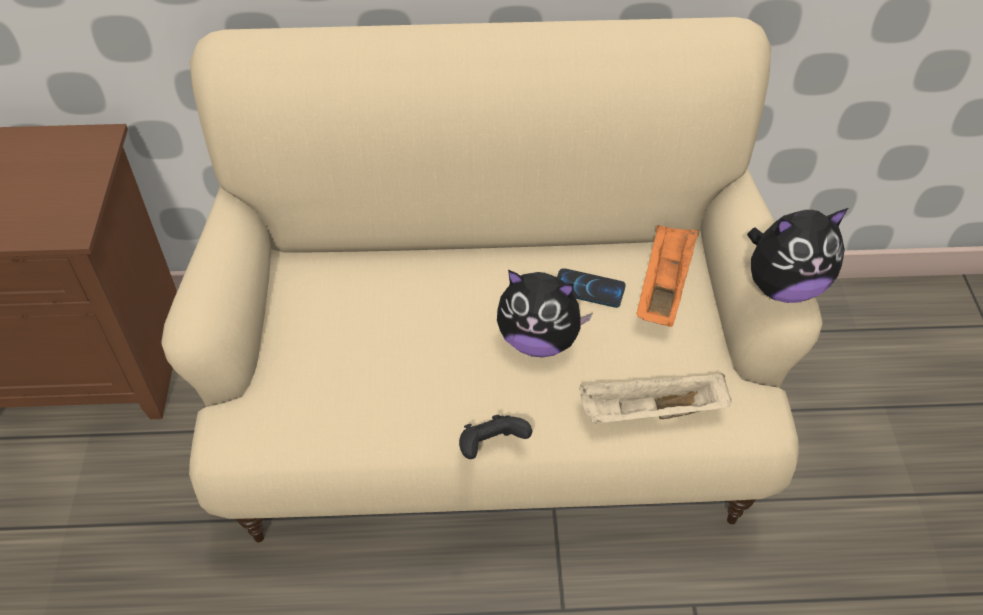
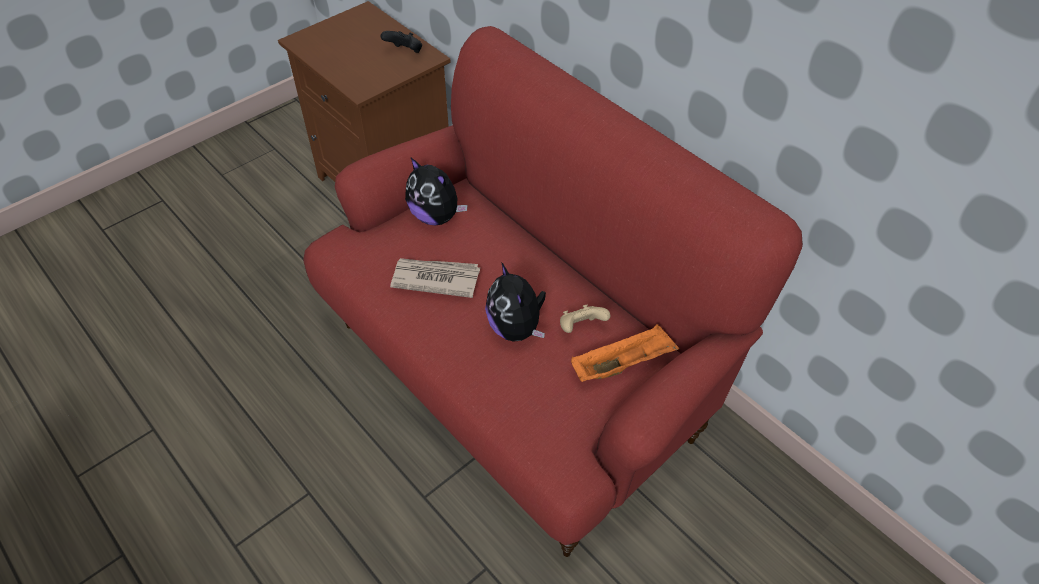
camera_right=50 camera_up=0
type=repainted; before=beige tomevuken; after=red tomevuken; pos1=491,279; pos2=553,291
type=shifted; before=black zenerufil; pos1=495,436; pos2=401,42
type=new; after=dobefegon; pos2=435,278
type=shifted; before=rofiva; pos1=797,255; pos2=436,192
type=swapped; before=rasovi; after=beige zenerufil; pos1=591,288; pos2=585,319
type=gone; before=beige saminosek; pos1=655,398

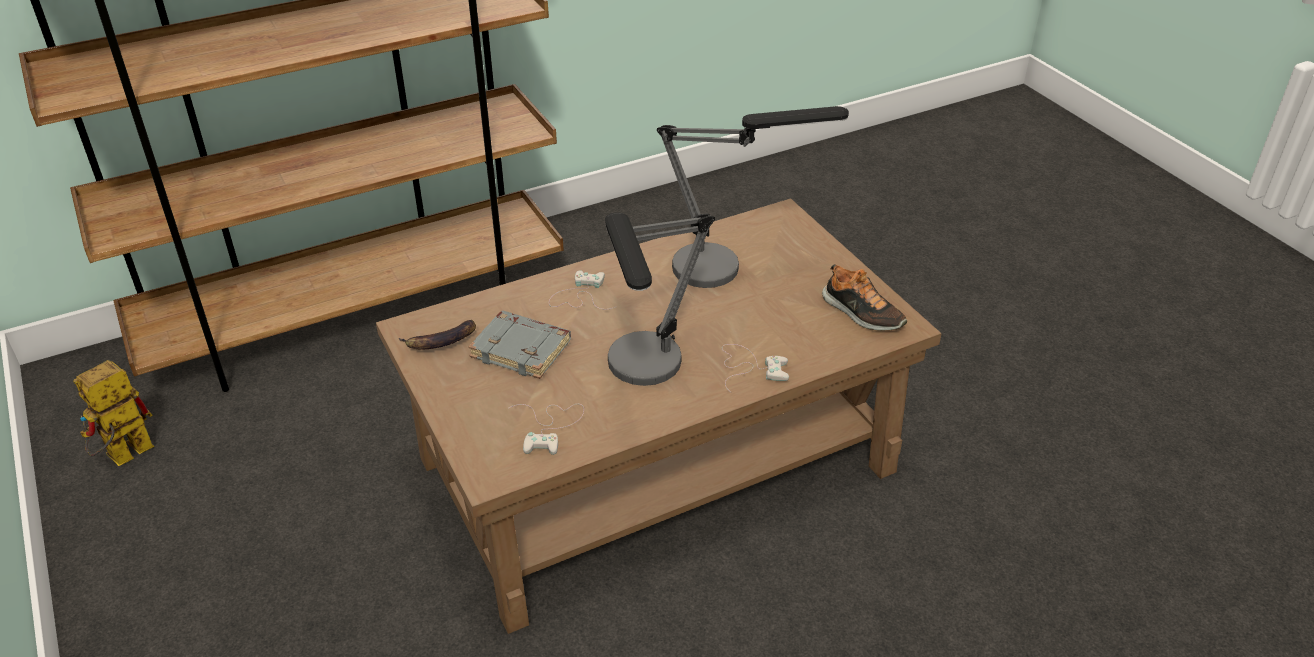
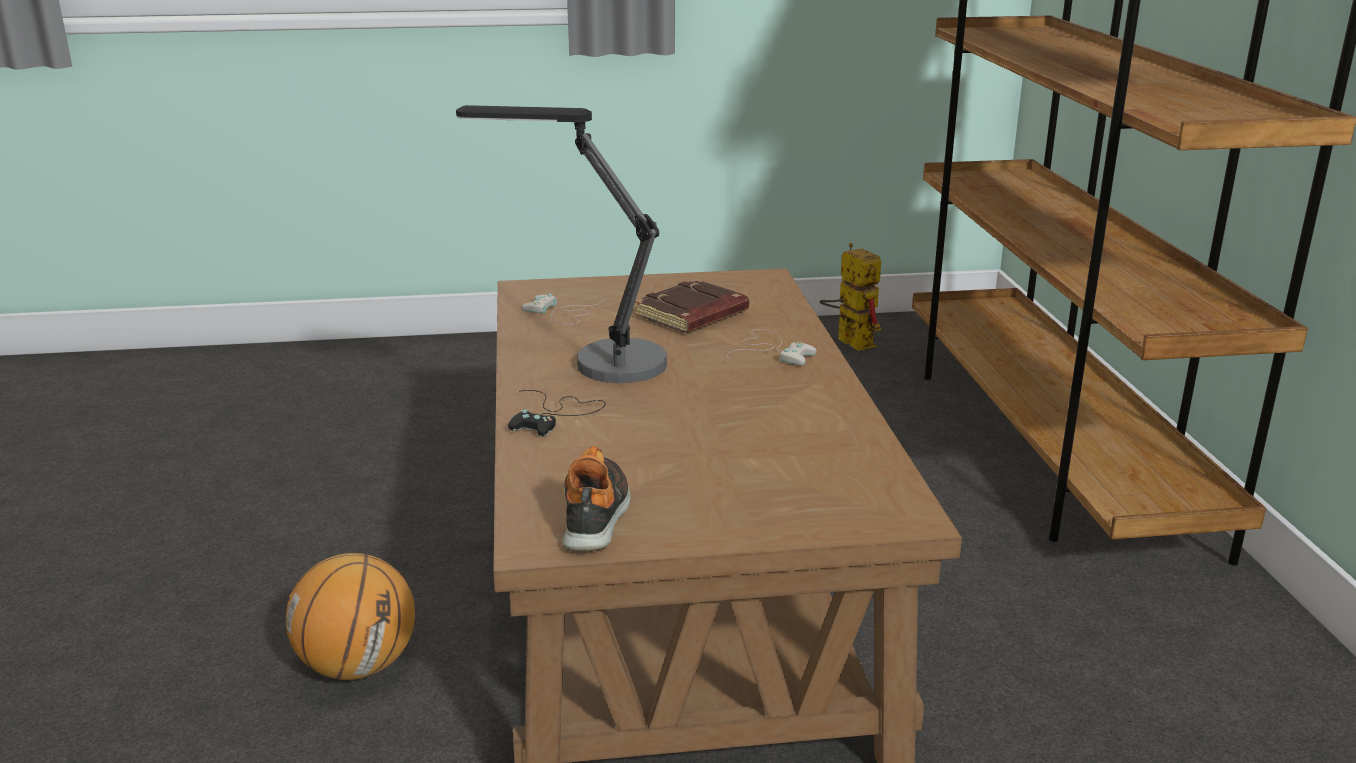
camera_right=110 camera_up=-15
type=new; after=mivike; pos2=350,616
type=repainted; before=white zenerufil; after=black zenerufil; pos1=755,368; pos2=557,413
type=rotated; before=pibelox; pos1=864,297; pos2=596,498; turn=120
type=repainted; before=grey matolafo; after=brown matolafo; pos1=519,345; pos2=692,306
type=gone; before=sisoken; pos1=437,335
type=gone; before=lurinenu; pos1=753,197

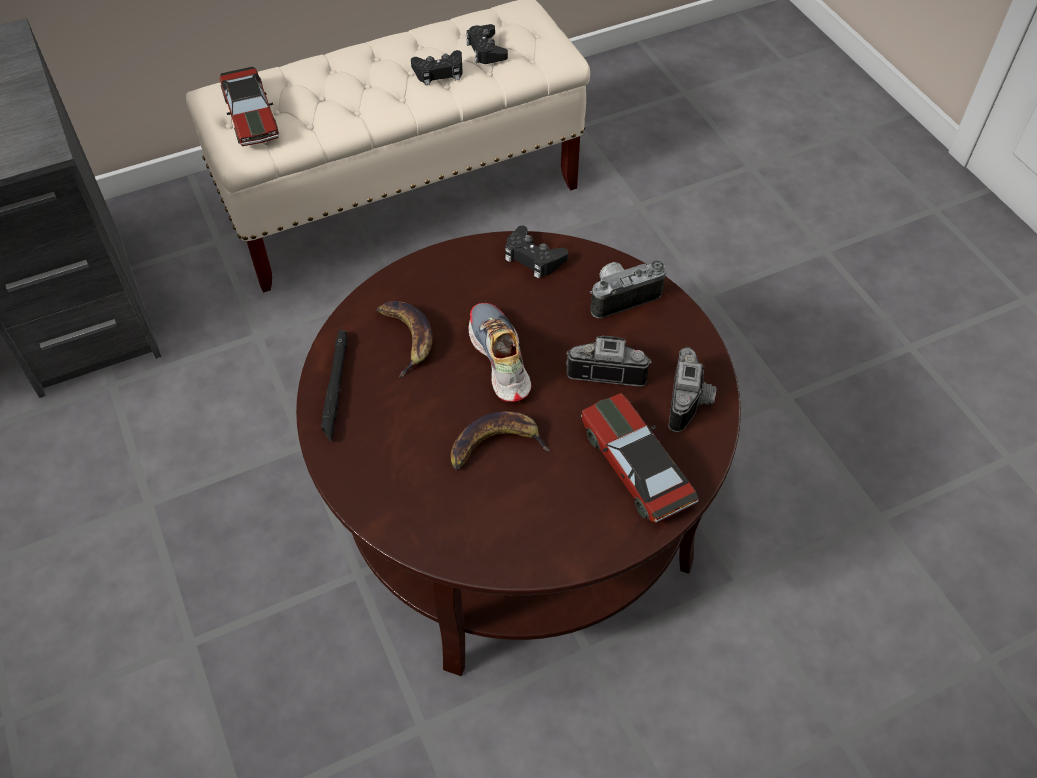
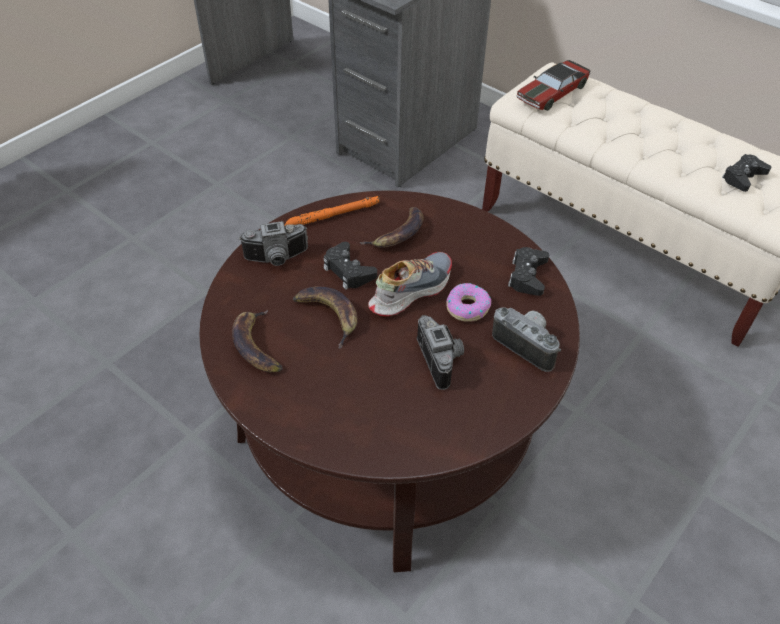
camera_right=65 camera_up=-5
type=new; after=sisoken; pos2=257,341
type=shifted; before=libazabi; pos1=692,389; pos2=273,243
type=repainted; before=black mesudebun; after=orange mesudebun; pos1=334,385; pos2=332,211
type=shifted; before=black zenerufil; pos1=437,67; pos2=350,265
type=new; after=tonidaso; pos2=468,302
type=gone; before=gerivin; pos1=639,458

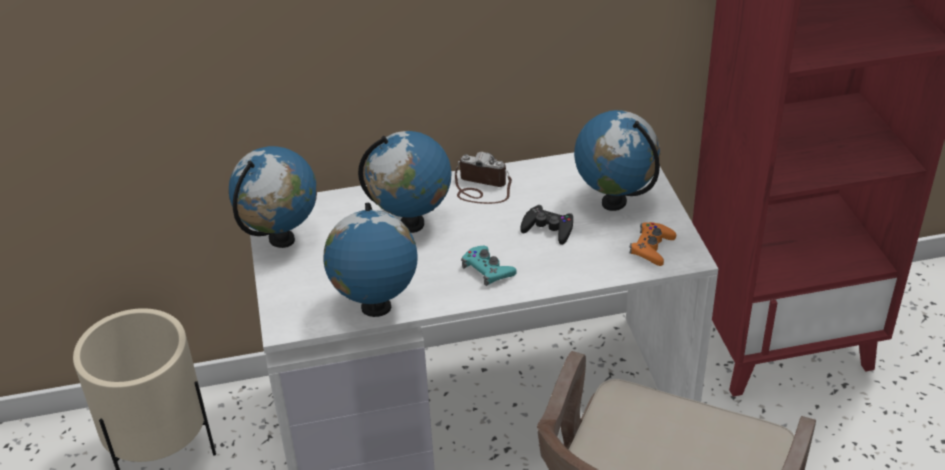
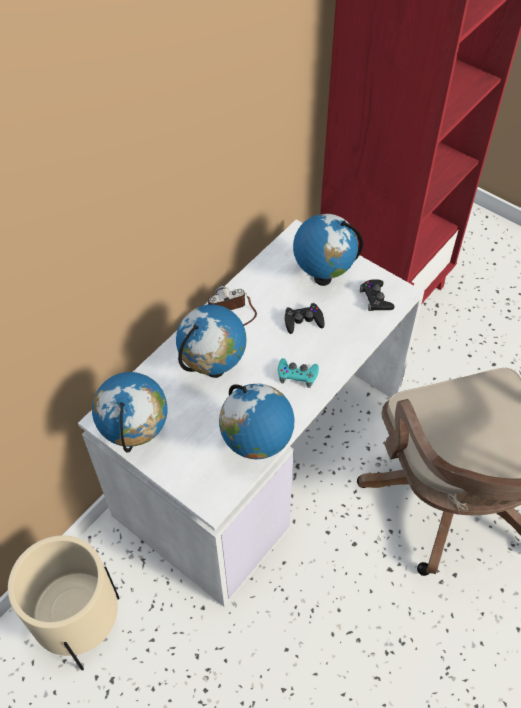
camera_right=-40 camera_up=15
type=repainted; before=orange zenerufil; after=black zenerufil; pos1=653,244; pos2=377,295

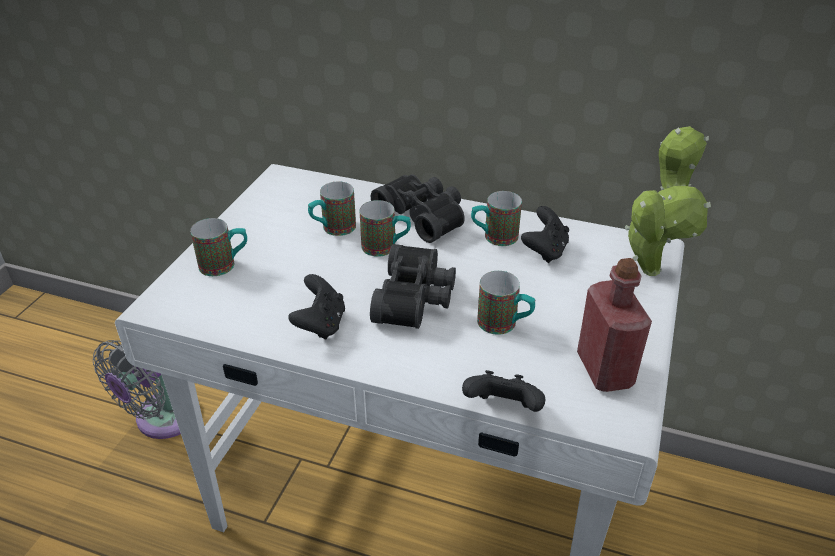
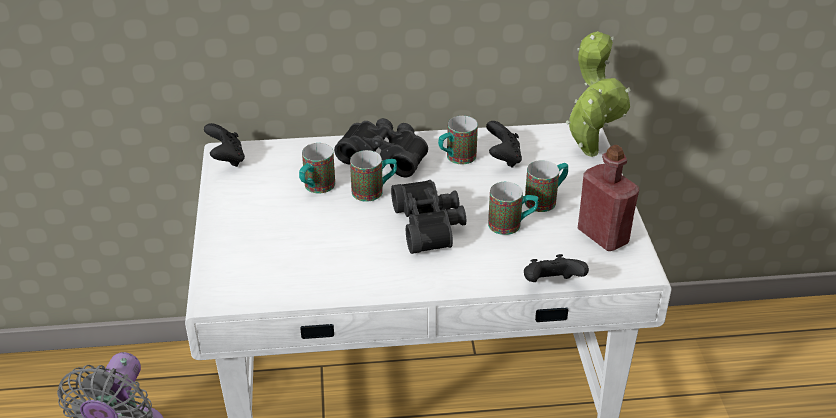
camera_right=-25 camera_up=0
type=shifted; before=black zenerufil; pos1=316,307; pos2=224,145
type=shifted; before=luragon; pos1=218,247; pos2=546,186

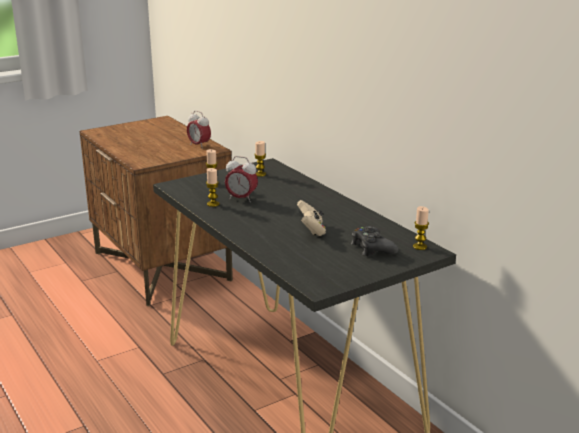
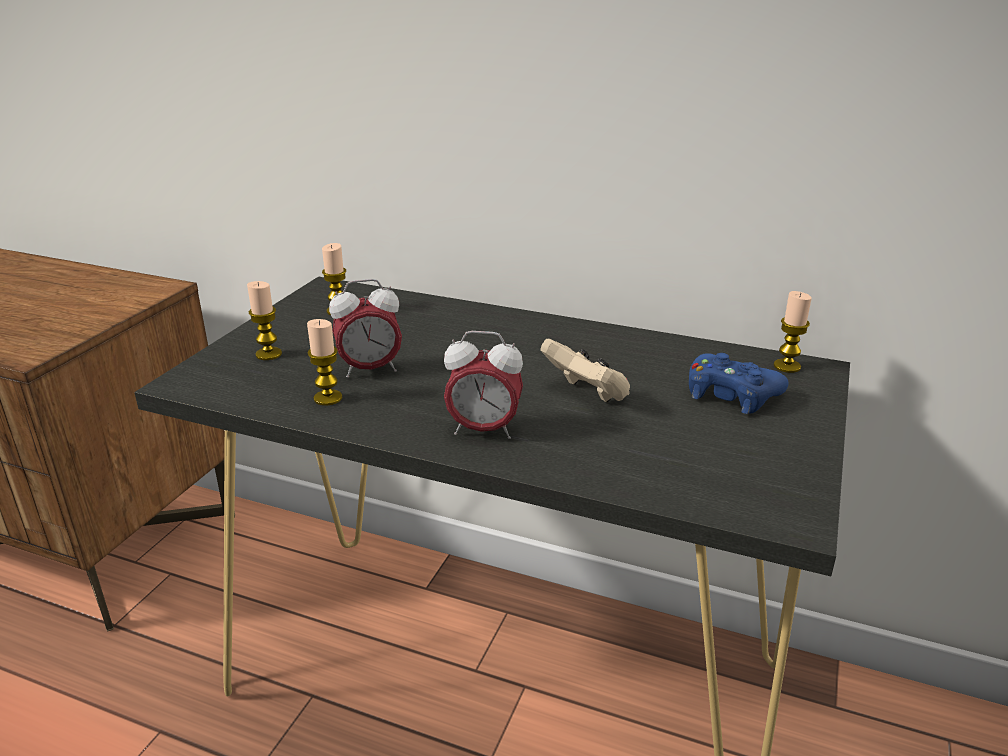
camera_right=-35 camera_up=5
type=shifted; before=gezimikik; pos1=199,130; pos2=483,385
type=repainted; before=black zenerufil; after=blue zenerufil; pos1=374,241; pos2=738,383

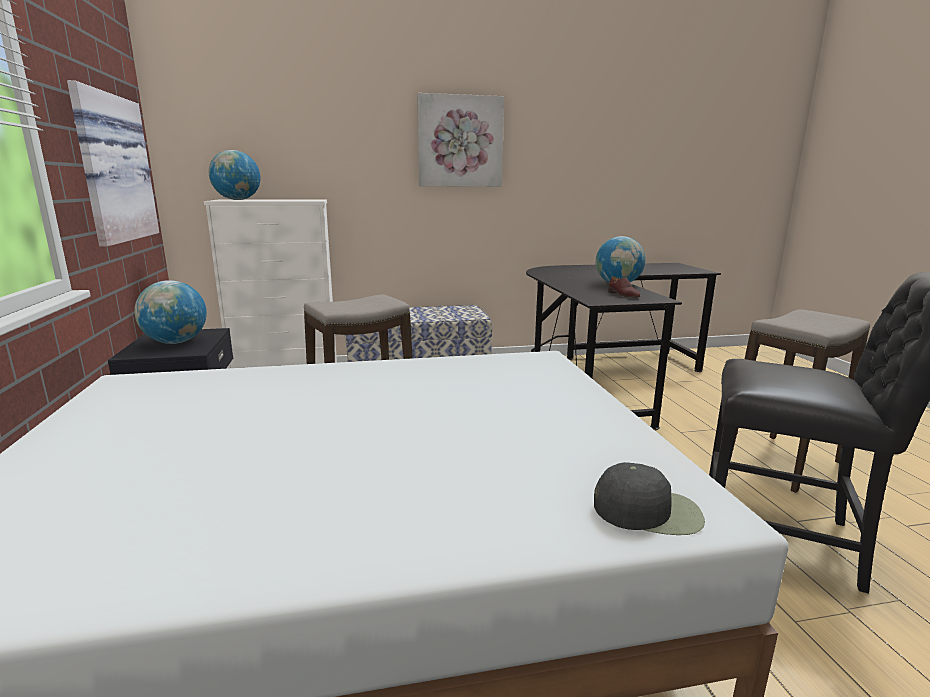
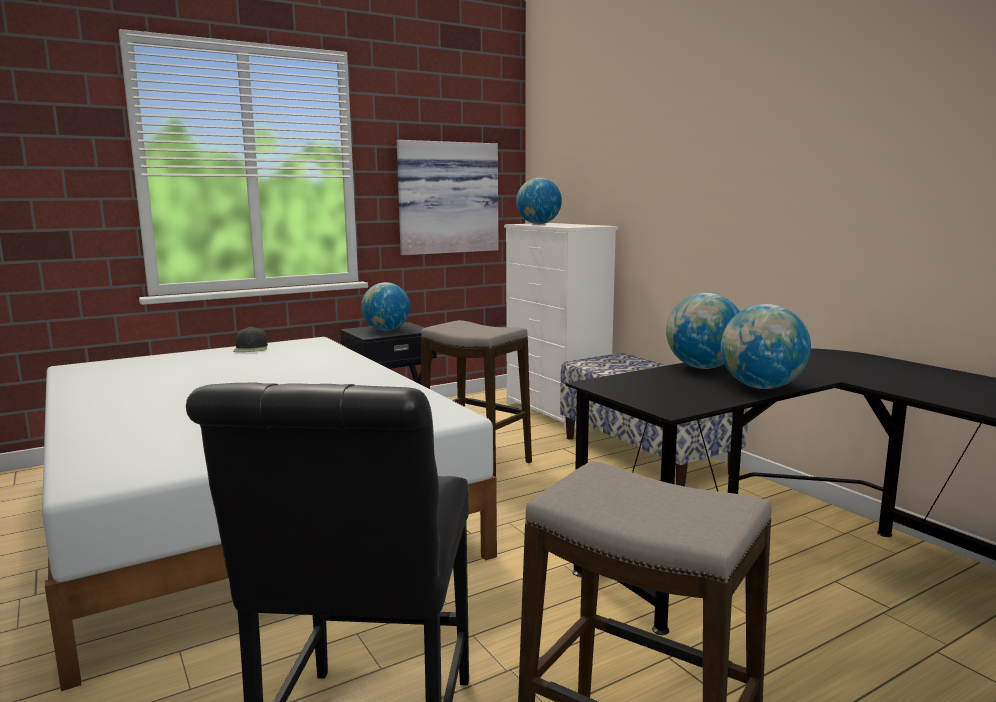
camera_right=70 camera_up=-5
type=shifted; before=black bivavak; pos1=649,498; pos2=250,339
type=new; after=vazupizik; pos2=703,331
type=gone; before=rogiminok; pos1=460,140
type=gone; before=brown pibelox; pos1=624,287

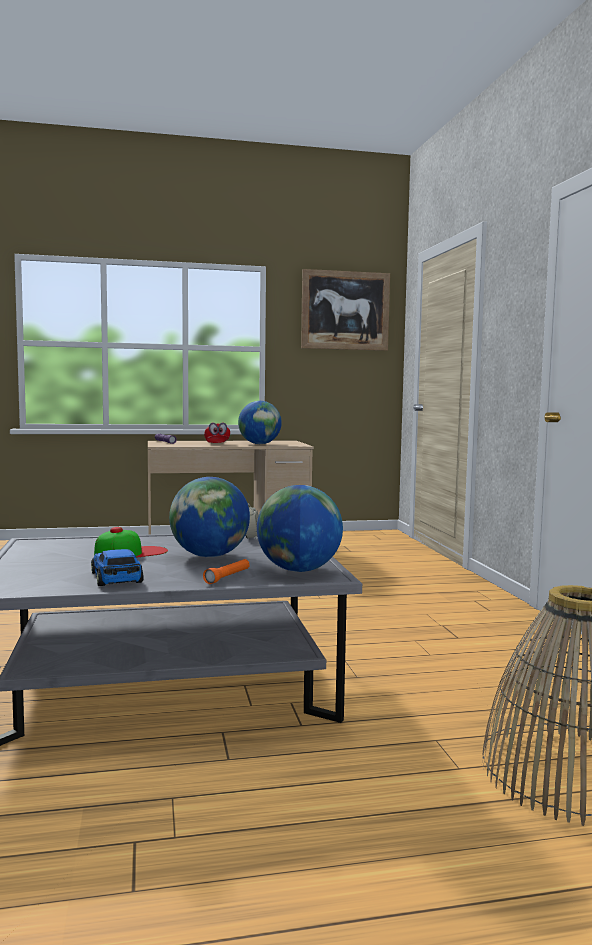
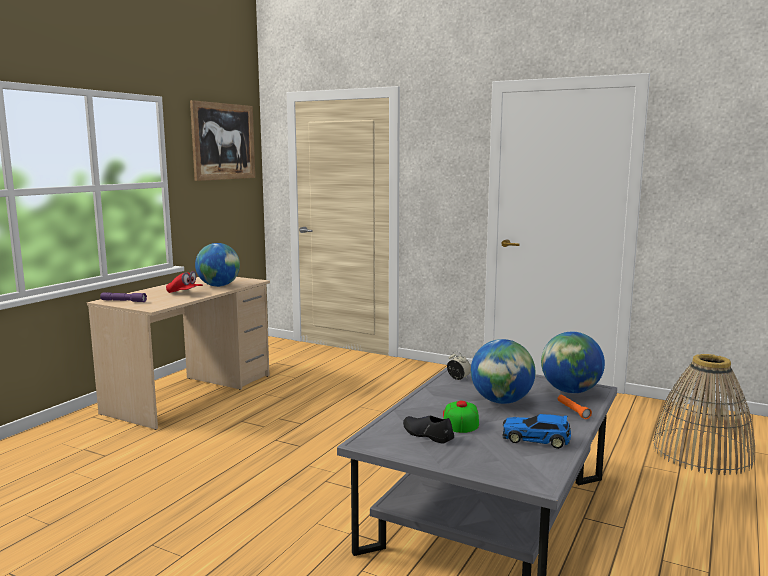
camera_right=-50 camera_up=5
type=new; after=black pibelox; pos2=428,429

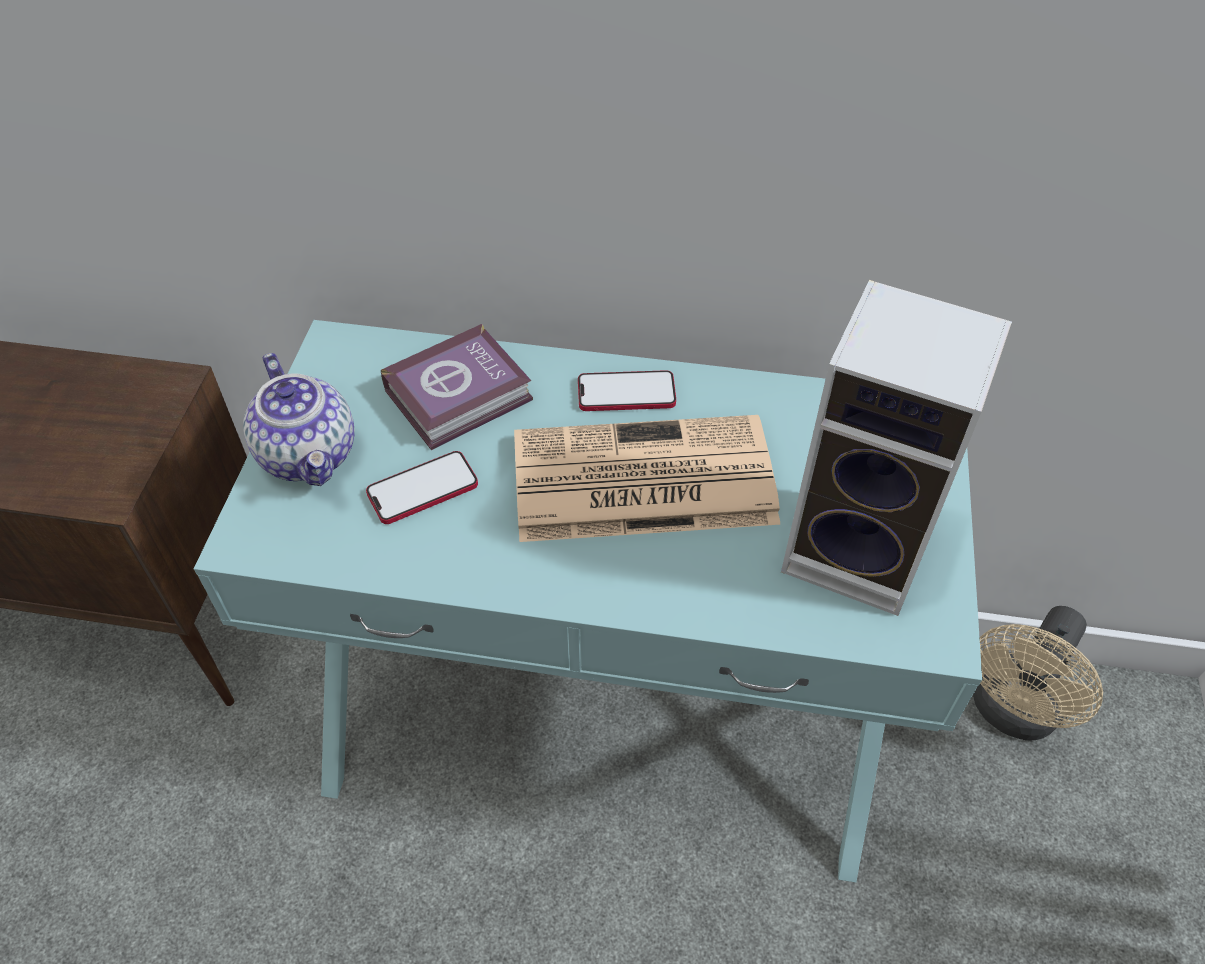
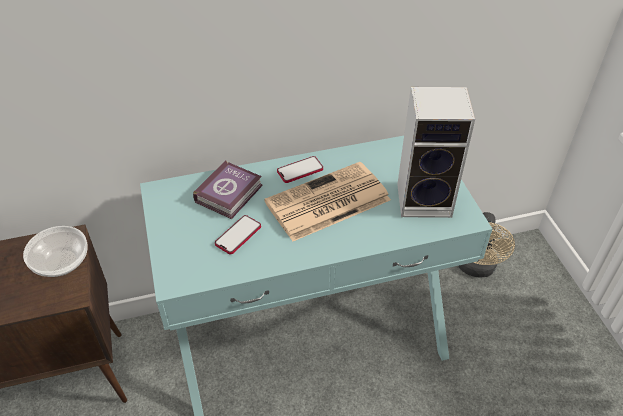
camera_right=-25 camera_up=-5
type=new; after=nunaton; pos2=55,251
type=gone; before=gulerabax; pos1=299,419

